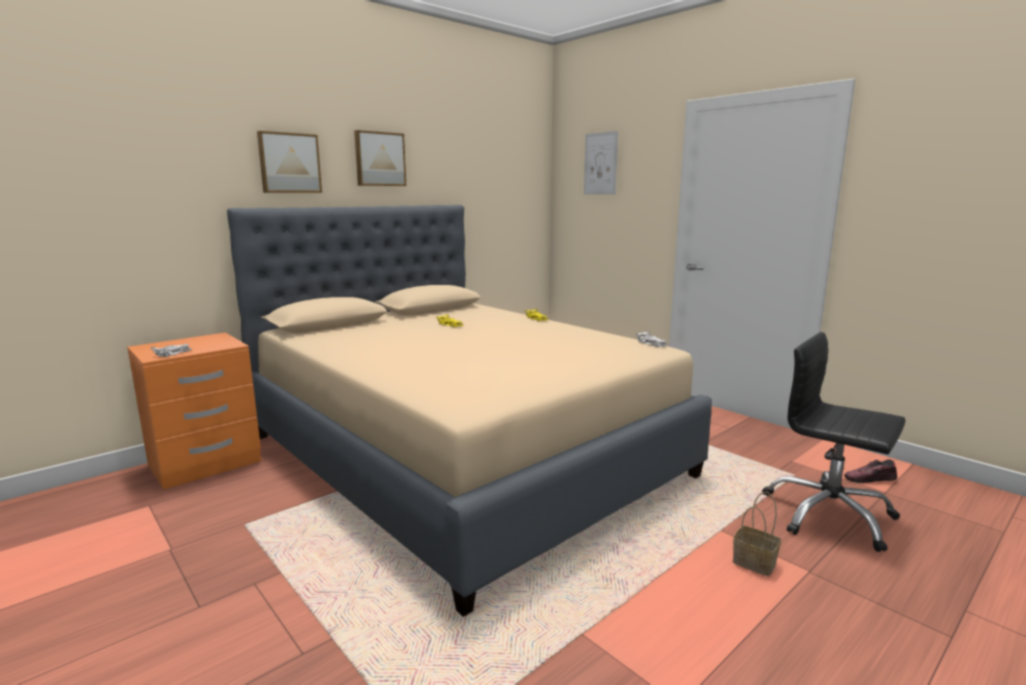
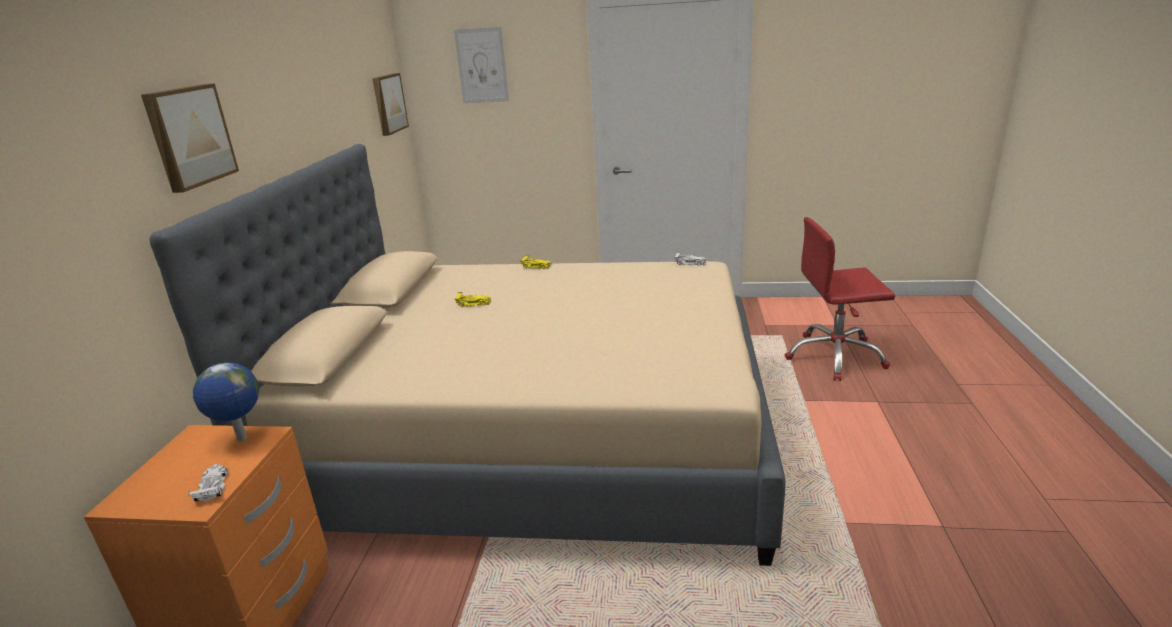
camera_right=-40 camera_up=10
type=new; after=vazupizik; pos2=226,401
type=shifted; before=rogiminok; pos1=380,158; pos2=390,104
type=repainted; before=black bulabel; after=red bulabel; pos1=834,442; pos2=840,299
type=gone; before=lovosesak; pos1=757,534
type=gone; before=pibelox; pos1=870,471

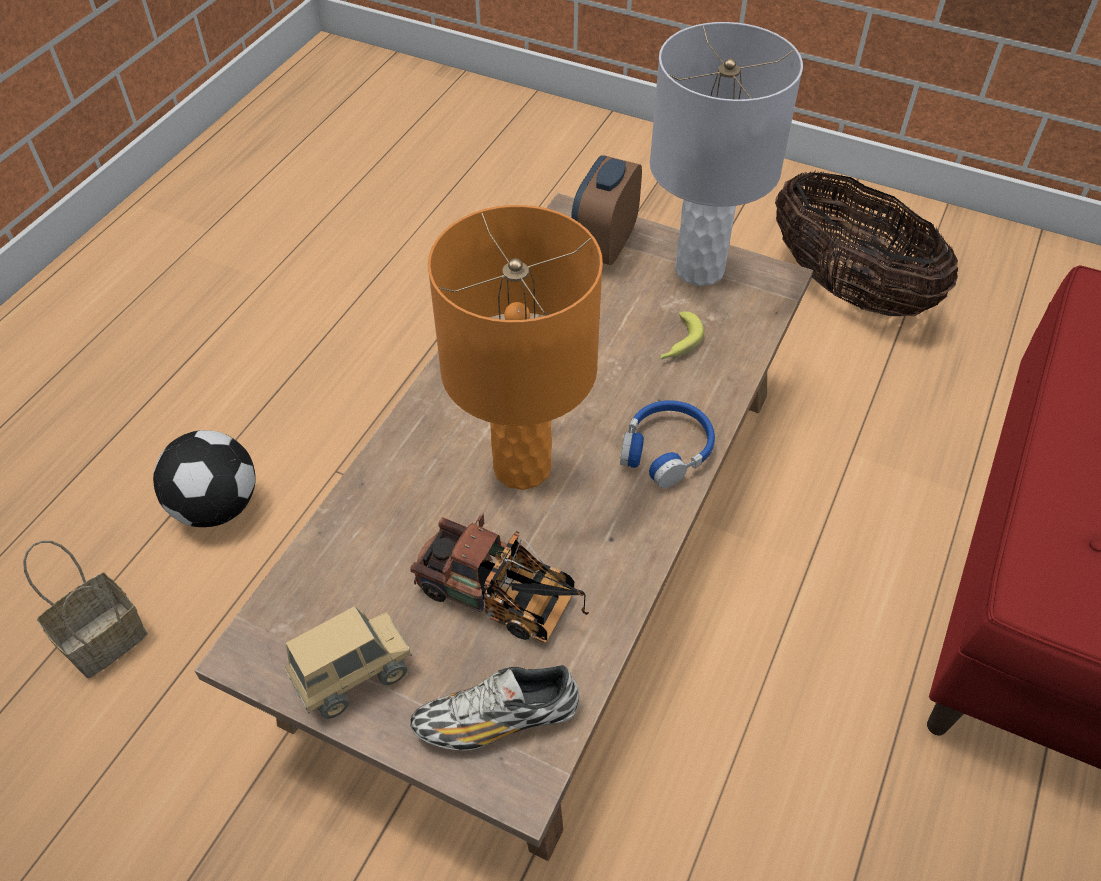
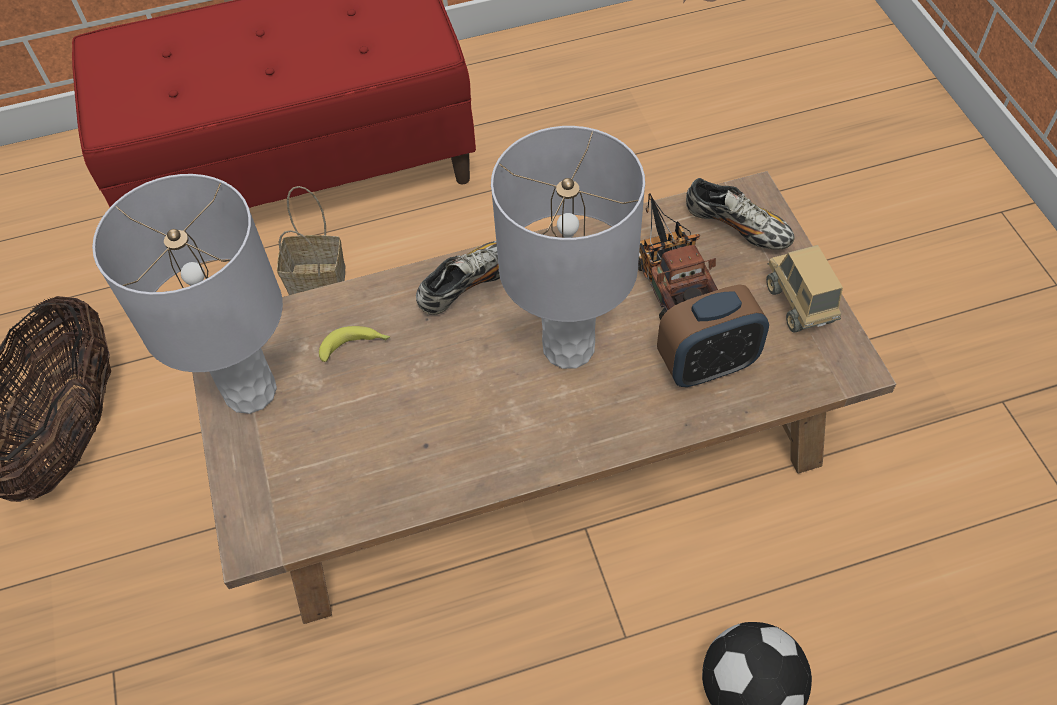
camera_right=-130 camera_up=5
type=shifted; before=lovosesak; pos1=85,609; pos2=311,240
type=swapped; before=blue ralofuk; after=pibelox; pos1=667,444; pos2=458,278
type=repainted; before=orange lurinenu; after=grey lurinenu; pos1=515,347; pos2=568,247
type=shifted; before=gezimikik; pos1=606,210; pos2=713,335
type=rotated; before=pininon; pos1=348,662; pos2=804,289; turn=60

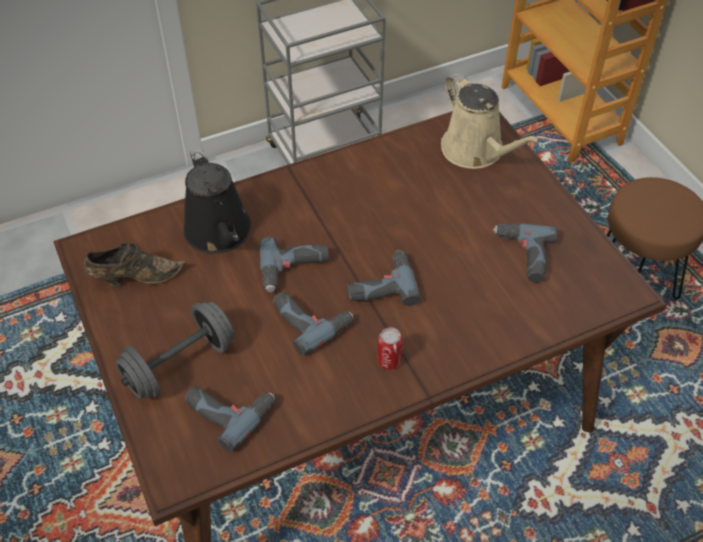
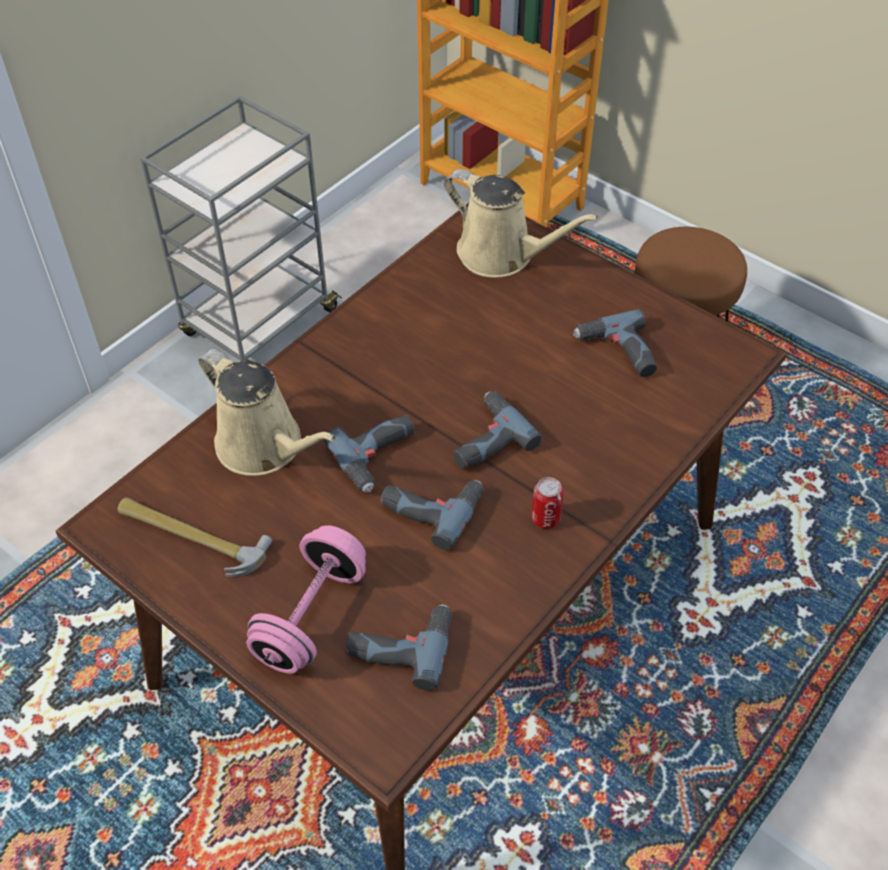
camera_right=-25 camera_up=0
type=swapped; before=brown pibelox; after=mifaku; pos1=134,265; pos2=195,537
type=repainted; before=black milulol; after=beige milulol; pos1=217,201; pos2=267,412
type=repainted; before=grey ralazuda; after=pink ralazuda; pos1=175,350; pos2=306,599

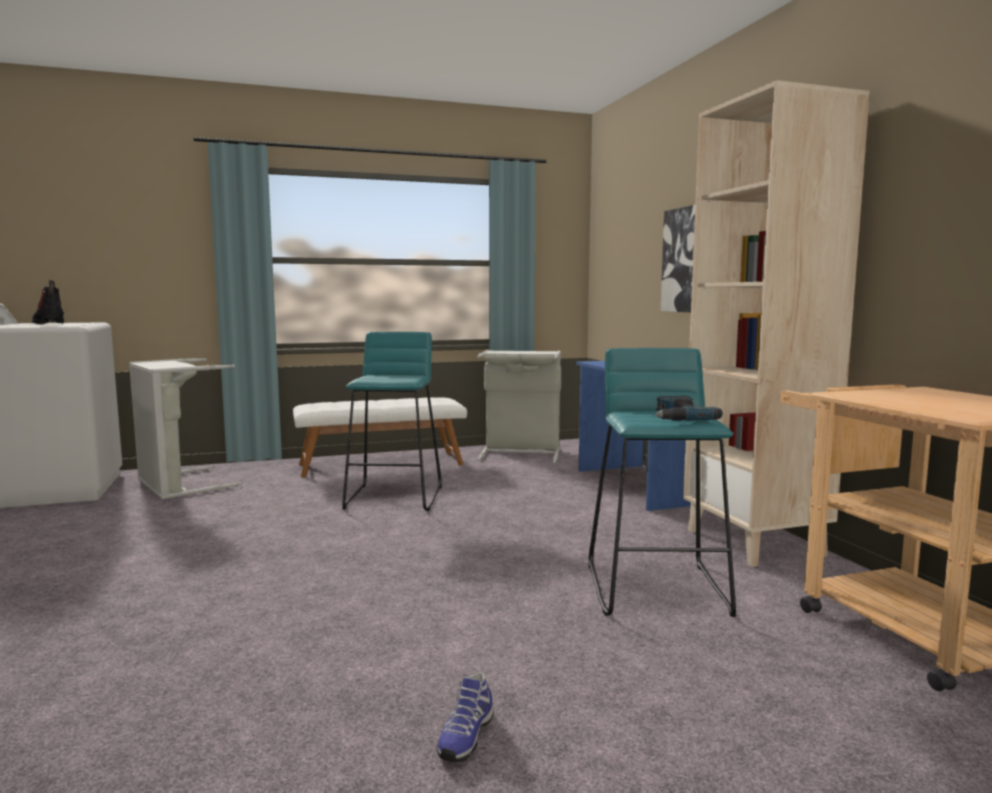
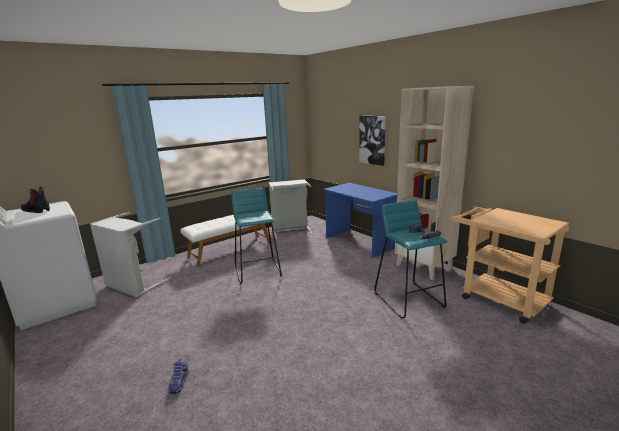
camera_right=-20 camera_up=10
type=shifted; before=pibelox; pos1=465,717; pos2=179,376

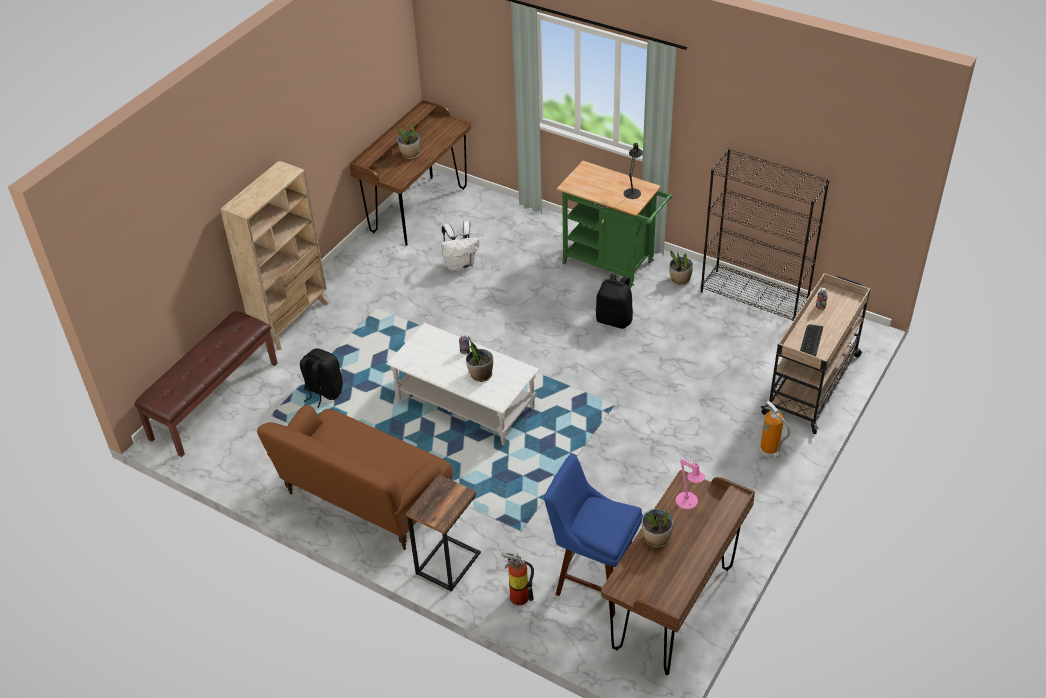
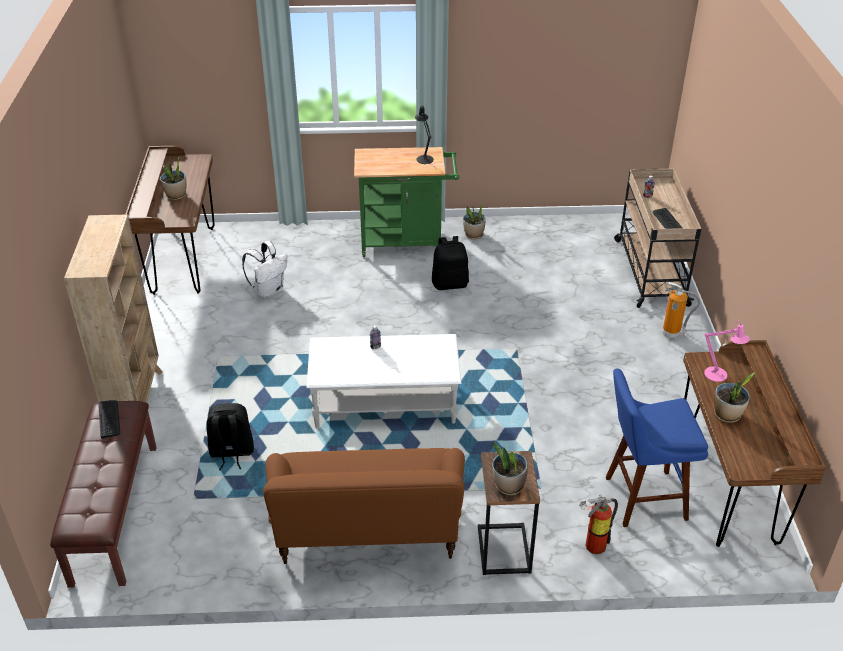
camera_right=-35 camera_up=-5
type=new; after=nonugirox; pos2=109,419
type=shifted; before=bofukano; pos1=479,359; pos2=510,468
type=gone; before=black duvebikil; pos1=765,234

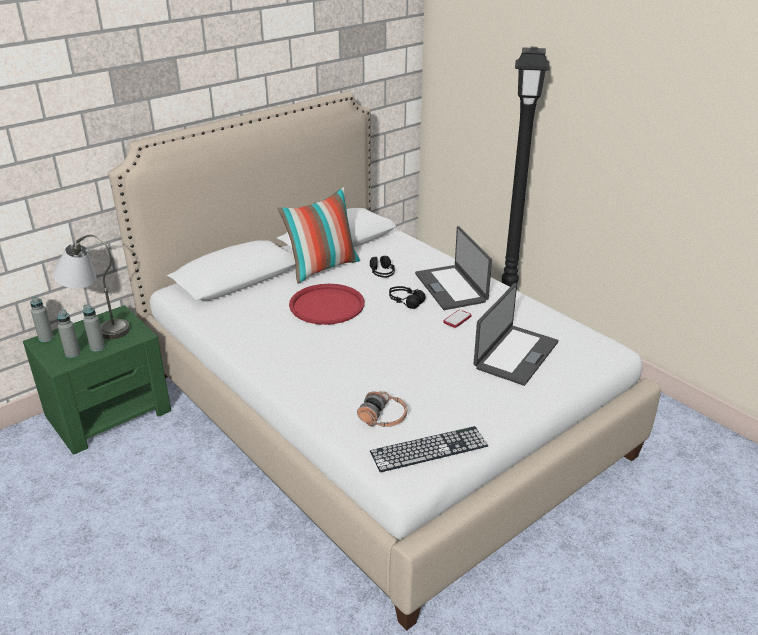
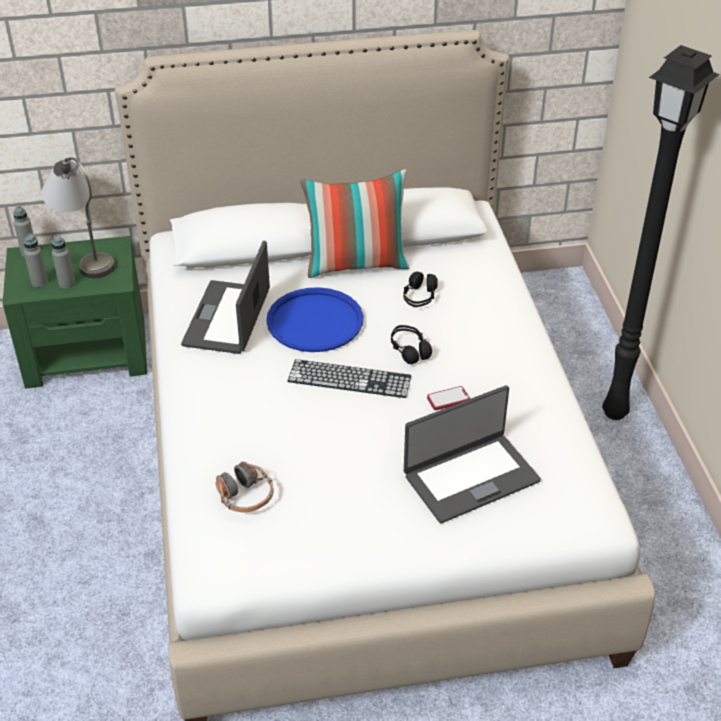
camera_right=30 camera_up=10
type=shifted; before=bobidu; pos1=453,268; pos2=225,297
type=repainted; before=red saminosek; after=blue saminosek; pos1=326,304; pos2=314,319
type=shifted; before=nonugirox; pos1=429,449; pos2=349,378

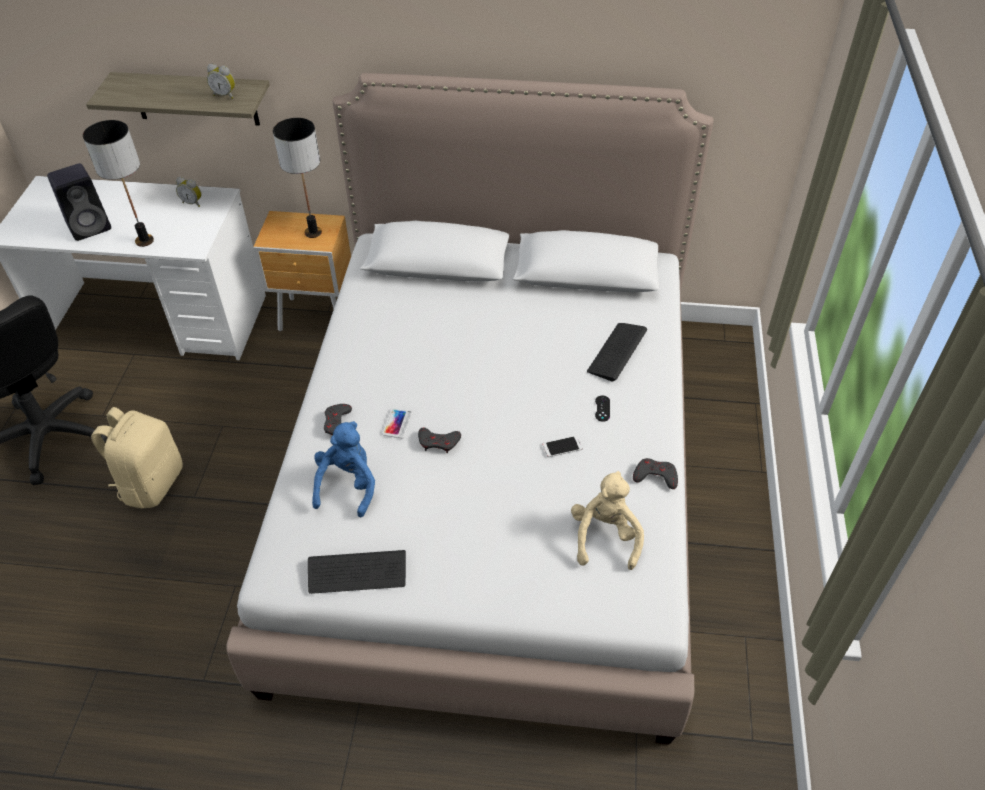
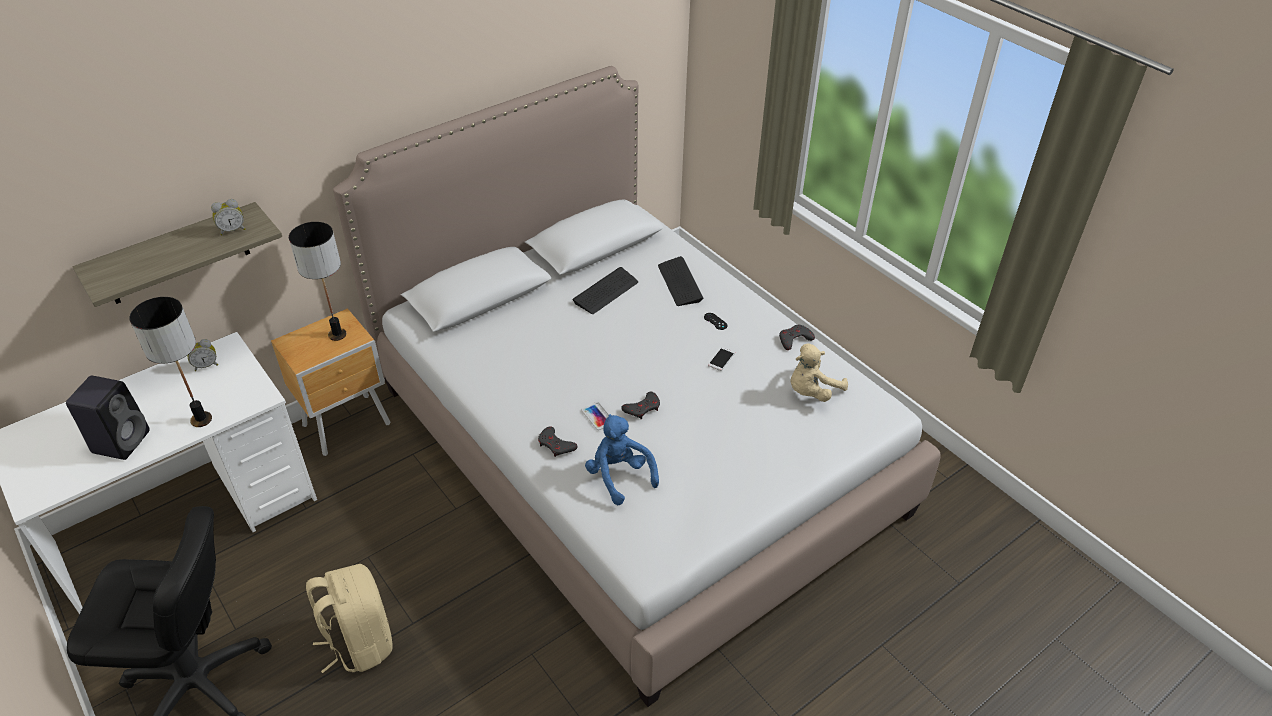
camera_right=-45 camera_up=-5
type=shifted; before=nonugirox; pos1=357,572; pos2=605,290
type=rotated; before=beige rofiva; pos1=607,520; pos2=819,373; turn=-90

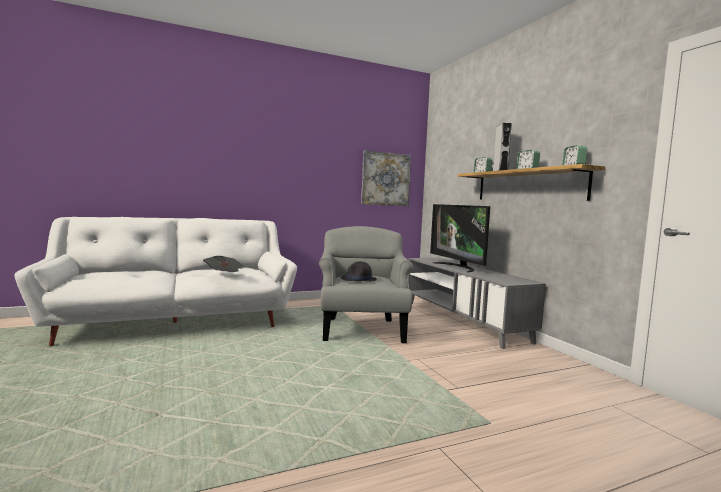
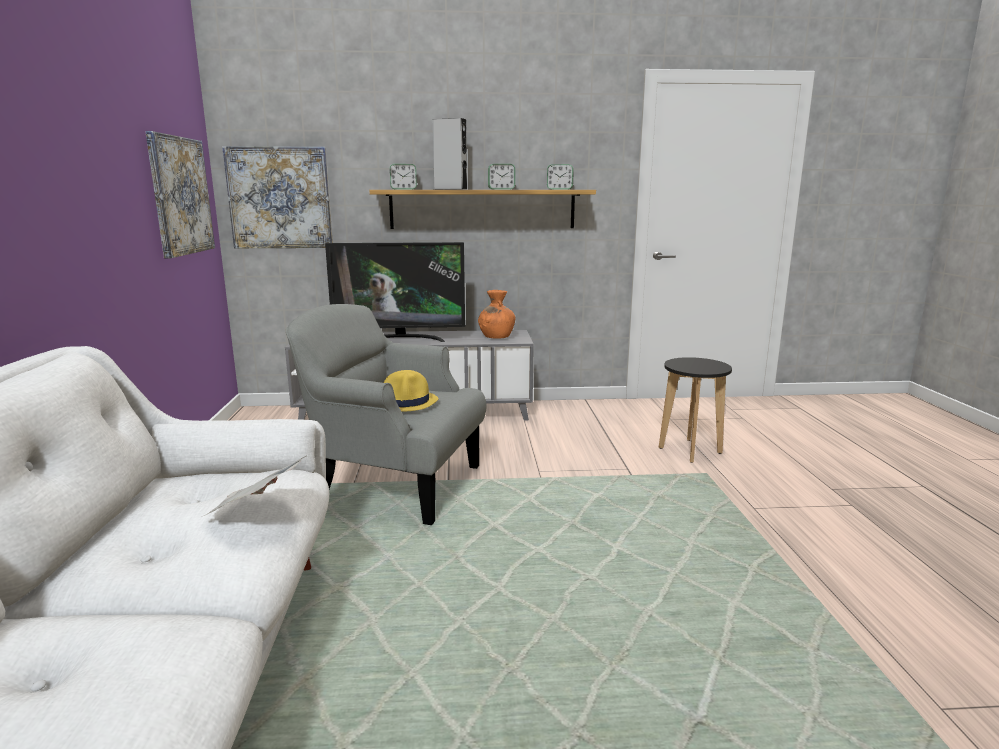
camera_right=-70 camera_up=10
type=new; after=rogiminok; pos2=277,197
type=repainted; before=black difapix; after=yellow difapix; pos1=359,271; pos2=411,391
type=new; after=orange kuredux; pos2=497,314
type=new; after=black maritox; pos2=695,410

